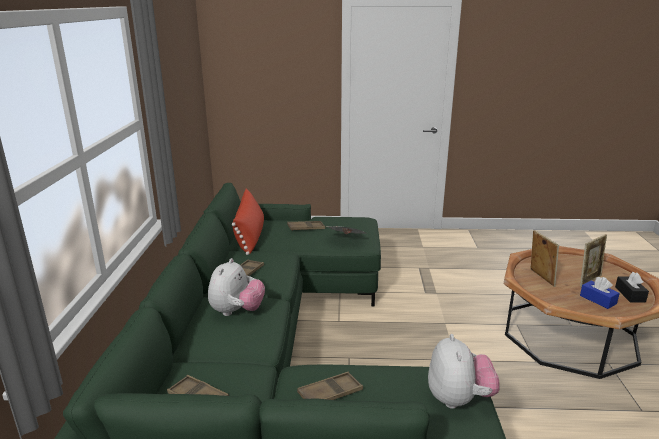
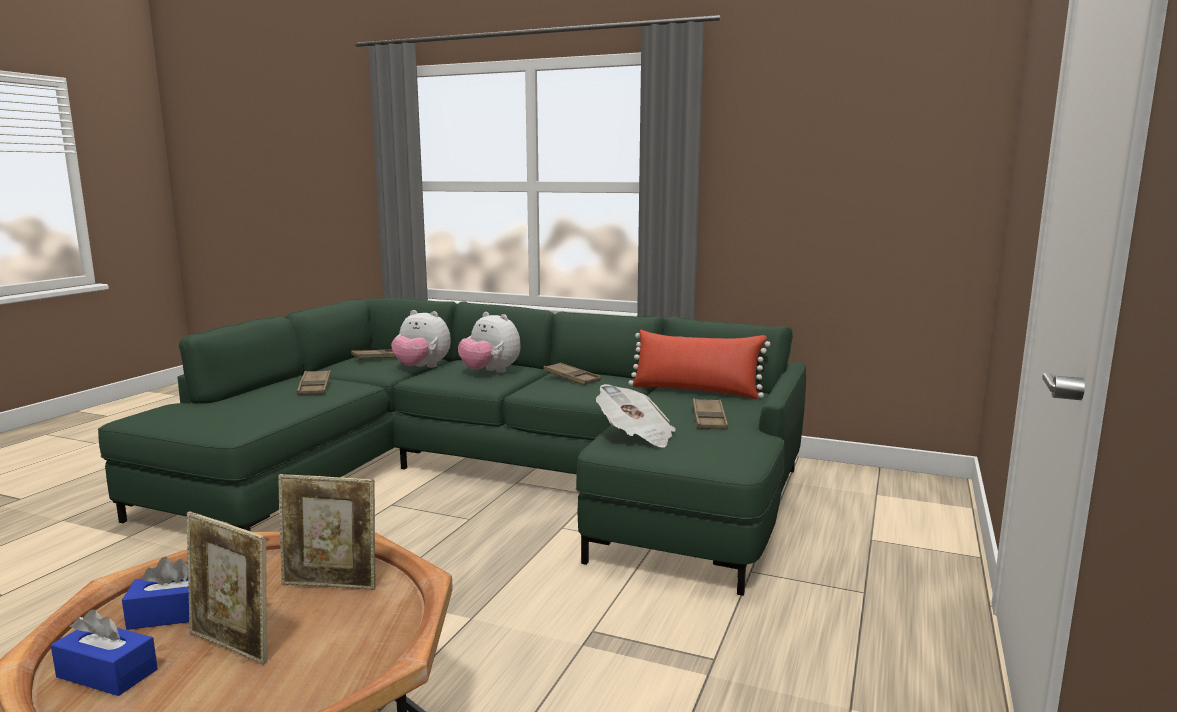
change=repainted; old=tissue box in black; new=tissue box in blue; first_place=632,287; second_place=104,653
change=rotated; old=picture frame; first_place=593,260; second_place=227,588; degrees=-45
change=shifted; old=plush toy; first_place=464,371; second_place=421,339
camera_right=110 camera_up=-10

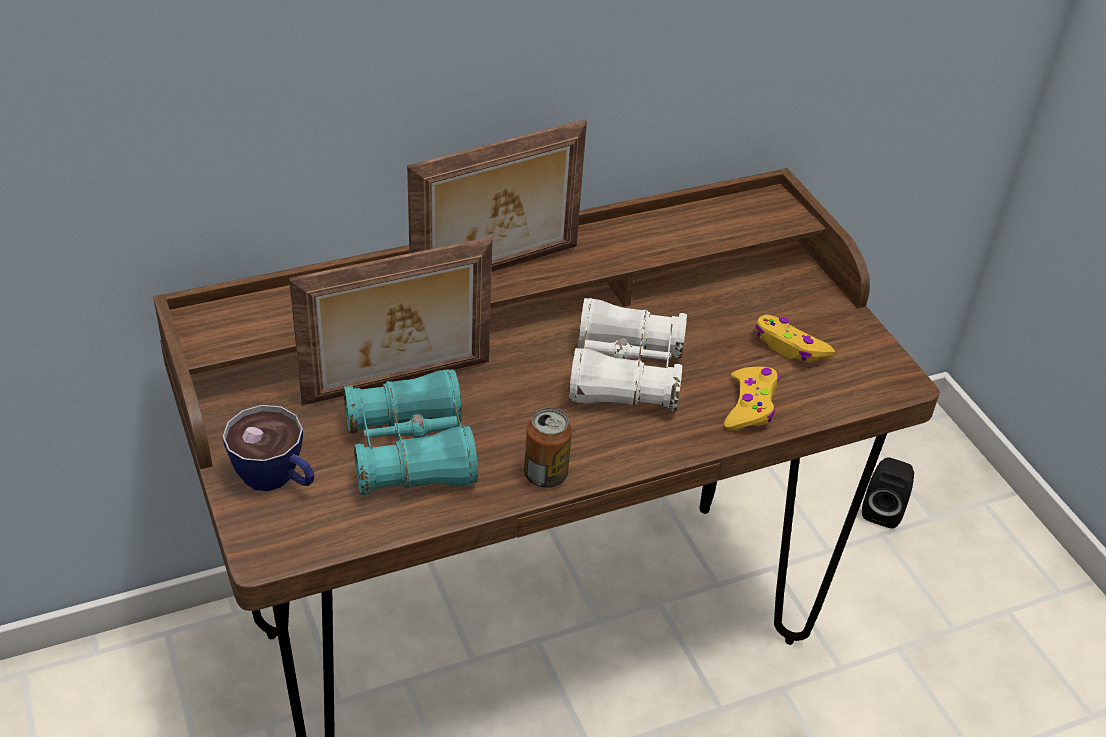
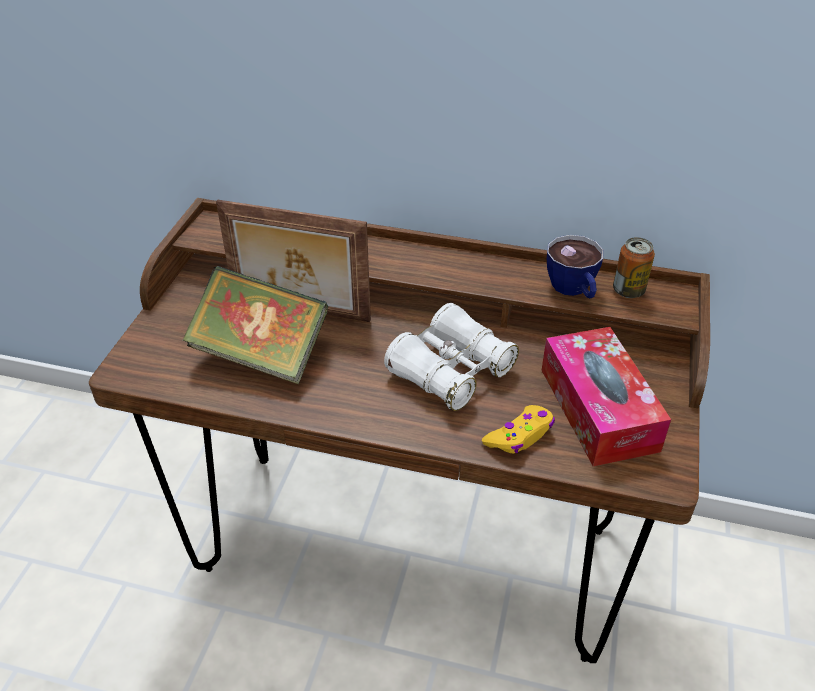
change=swapped; old=binoculars in turquoise; new=book; first_place=410,432; second_place=255,325
change=swapped; old=game controller in yellow; new=tissue box; first_place=795,338; second_place=606,396
change=shifted; old=cup; first_place=268,448; second_place=575,266
change=shifted; old=can; first_place=548,448; second_place=634,267
change=gone; old=picture frame; first_place=497,195
change=gone; old=speaker in black; first_place=888,493
camera_right=40 camera_up=0

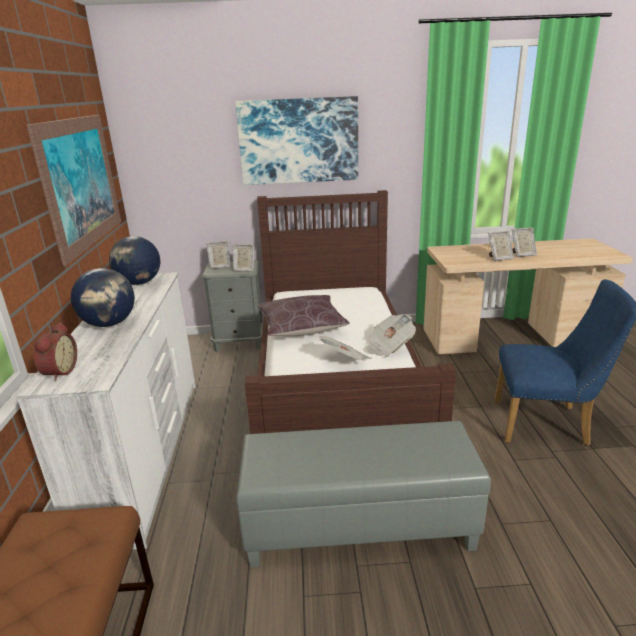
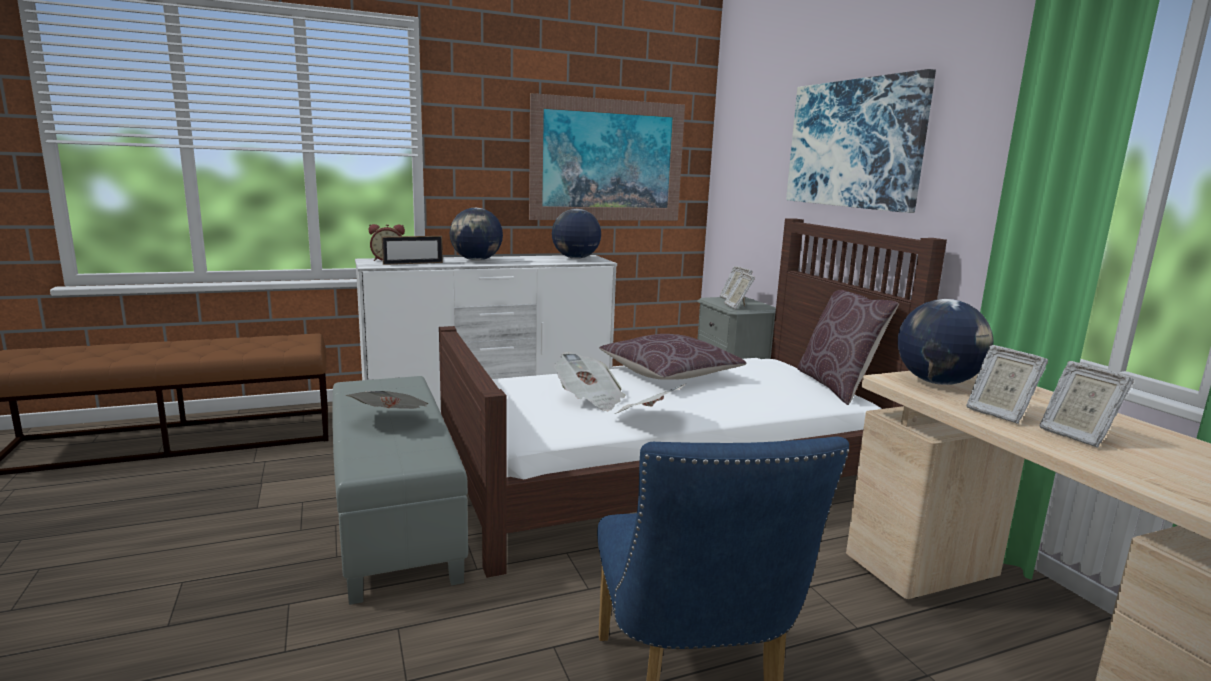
change=new; new=newspaper; second_place=386,400
change=new; new=picture frame; second_place=412,250
change=new; new=pillow in brown; second_place=848,347
change=new; new=globe; second_place=945,342
camera_right=70 camera_up=-10

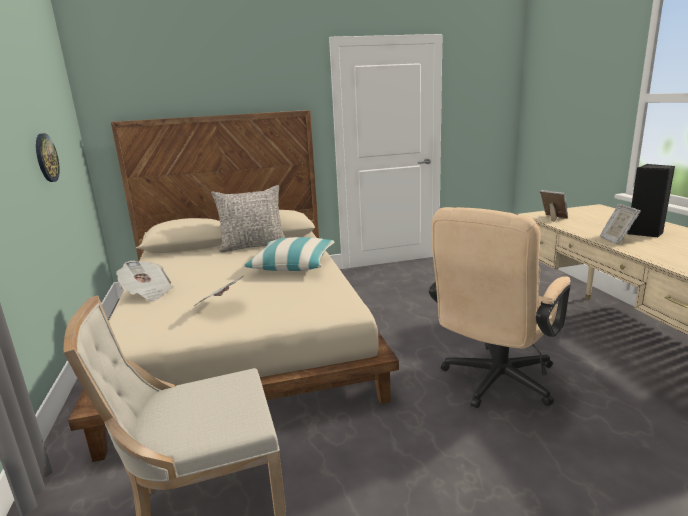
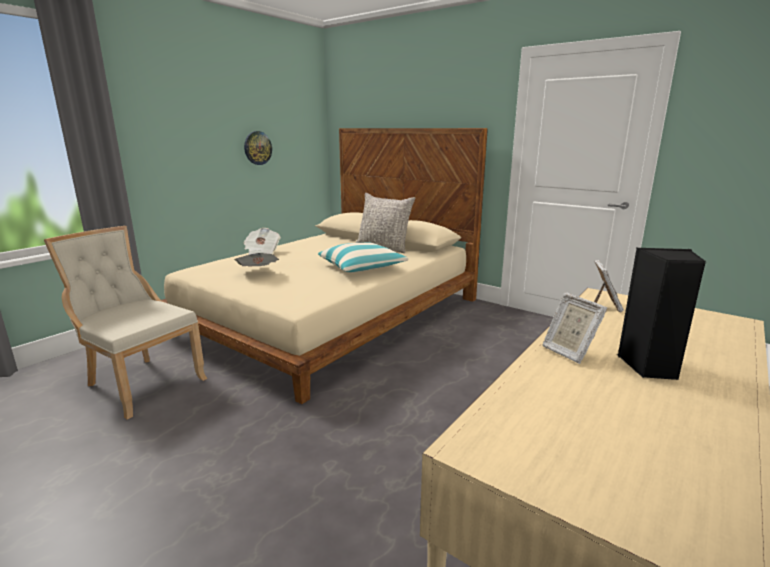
change=rotated; old=picture frame; first_place=620,224; second_place=574,328; degrees=-75
change=gone; old=office chair in beige; first_place=500,307
camera_right=50 camera_up=0

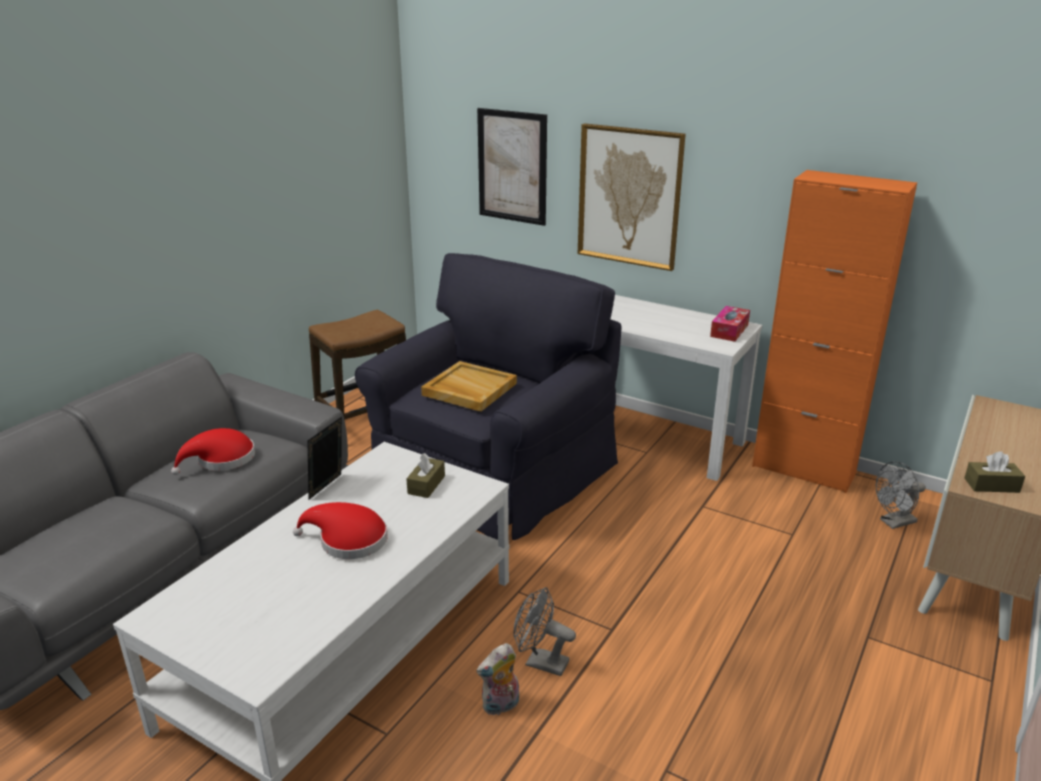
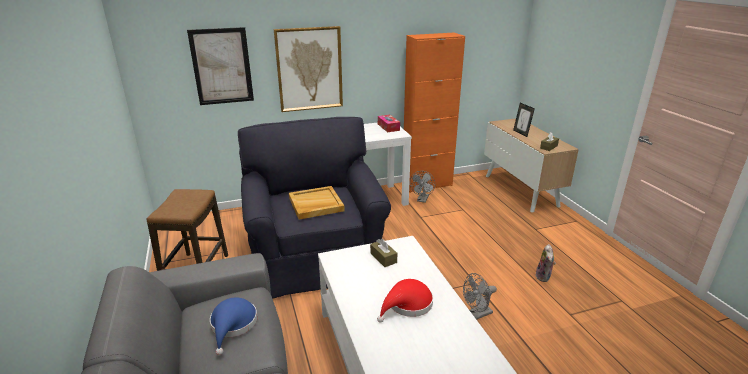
change=repainted; old=hat in red; new=hat in blue; first_place=213,451; second_place=233,326
change=shifted; old=fan in grey; first_place=901,495; second_place=422,187
change=shifted; old=picture frame; first_place=325,458; second_place=524,120
change=shifted; old=plush toy; first_place=497,679; second_place=546,263
camera_right=-50 camera_up=0

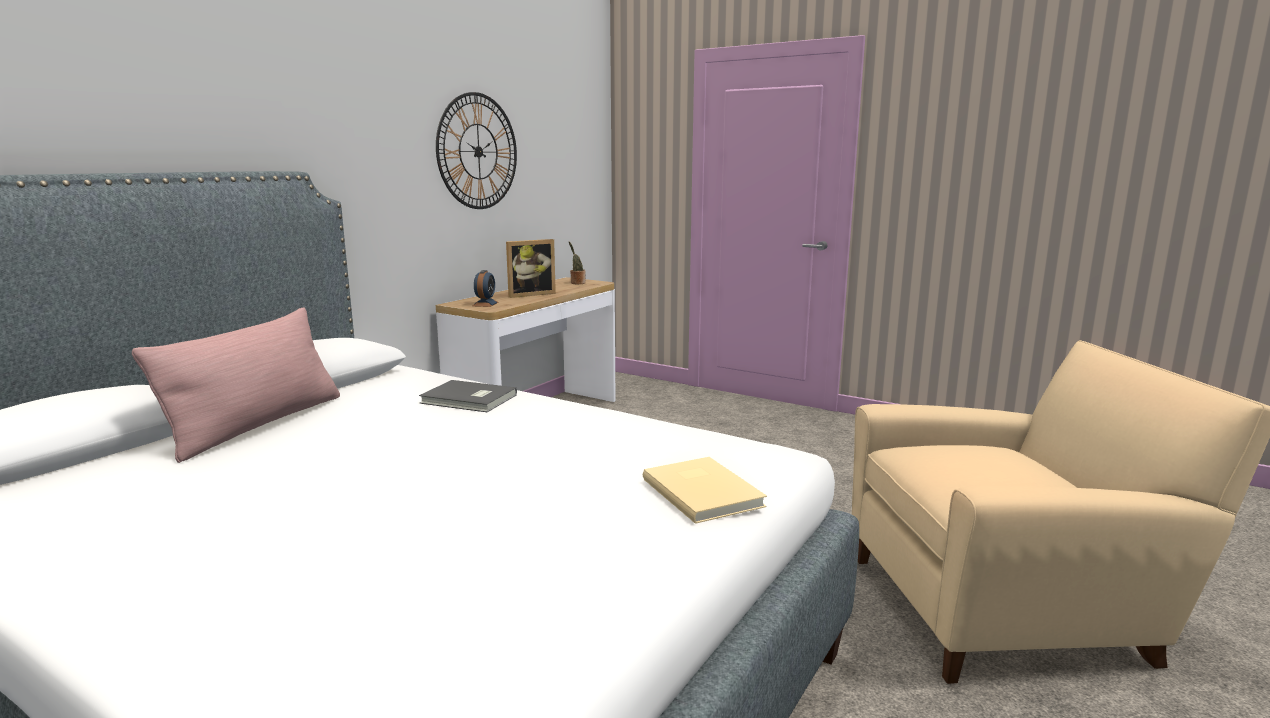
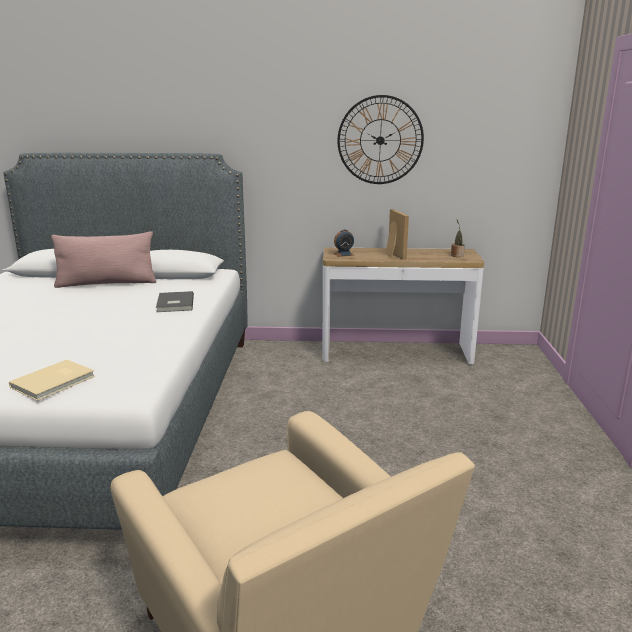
change=rotated; old=picture frame; first_place=531,268; second_place=397,234; degrees=-135
camera_right=60 camera_up=5

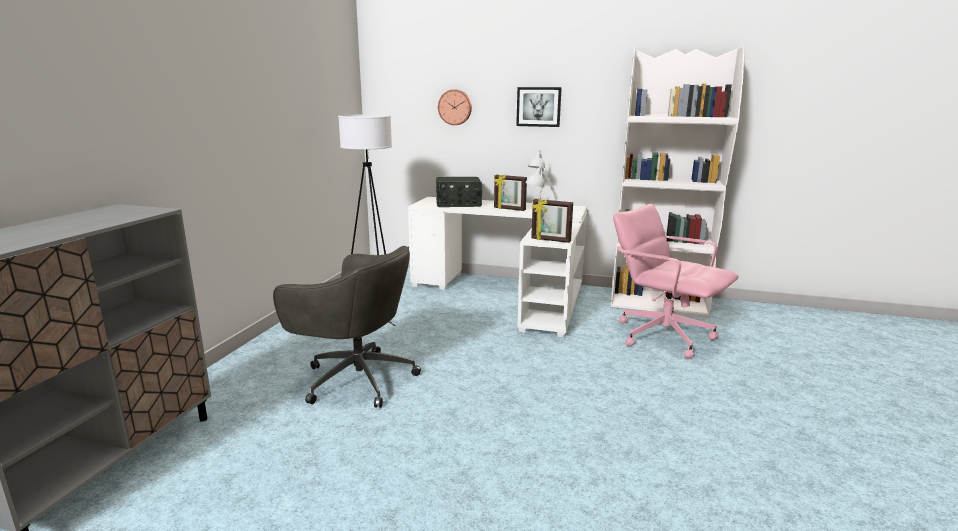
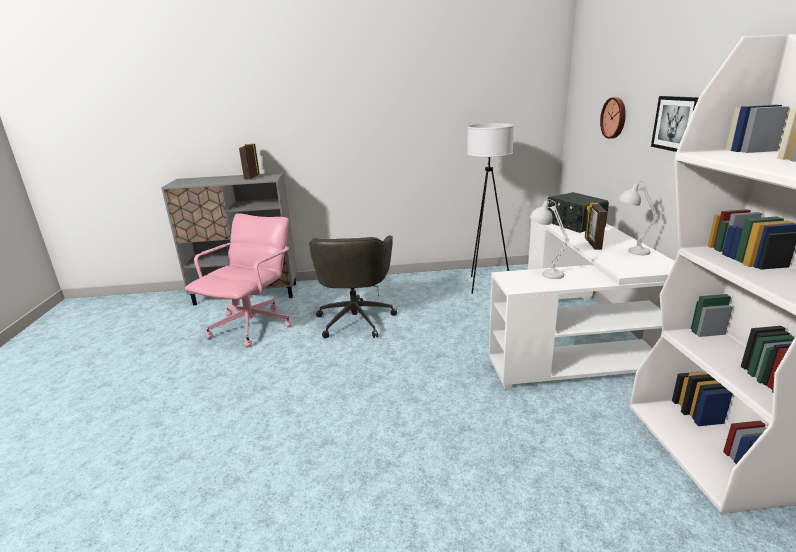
change=shifted; old=office chair in pink; first_place=676,281; second_place=238,280
change=shifted; old=picture frame; first_place=552,221; second_place=249,162
camera_right=70 camera_up=5

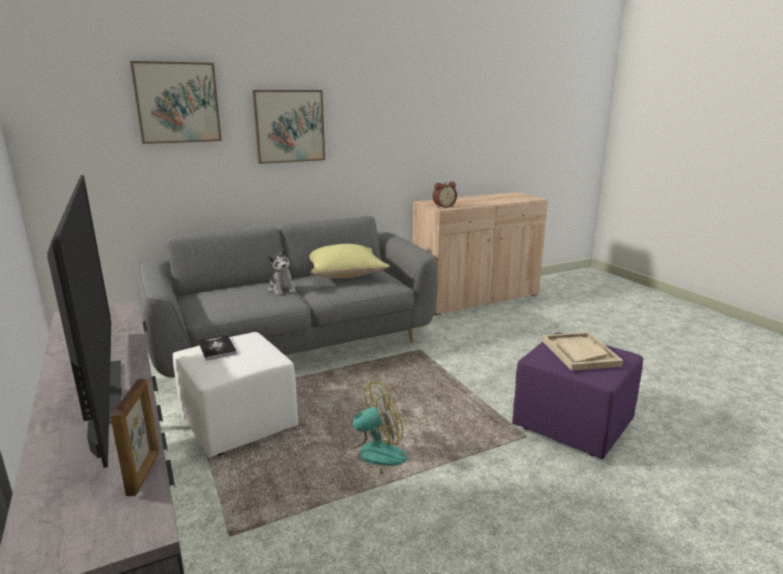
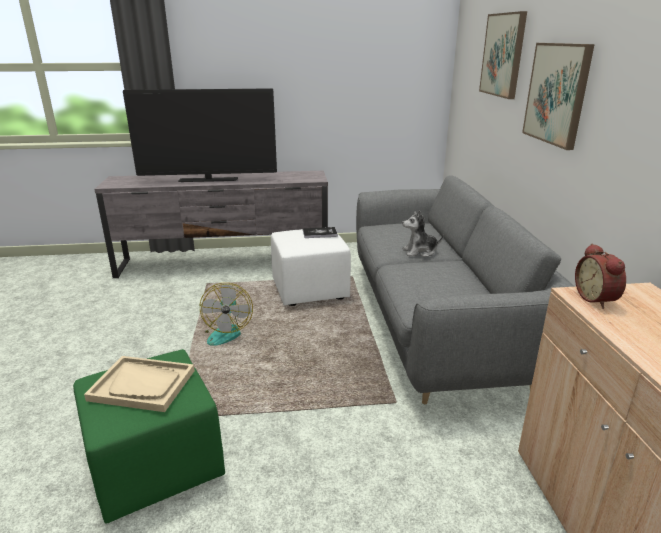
change=repainted; old=ottoman in purple; new=ottoman in green; first_place=577,395; second_place=149,436
change=gone; old=picture frame; first_place=135,437
change=gone; old=pillow in yellow; first_place=349,261
camera_right=110 camera_up=5

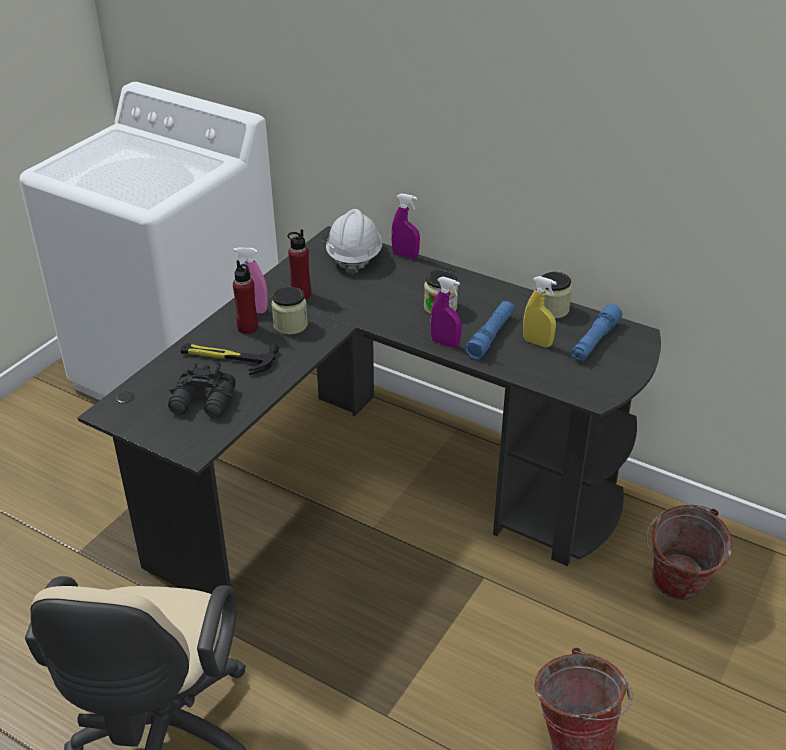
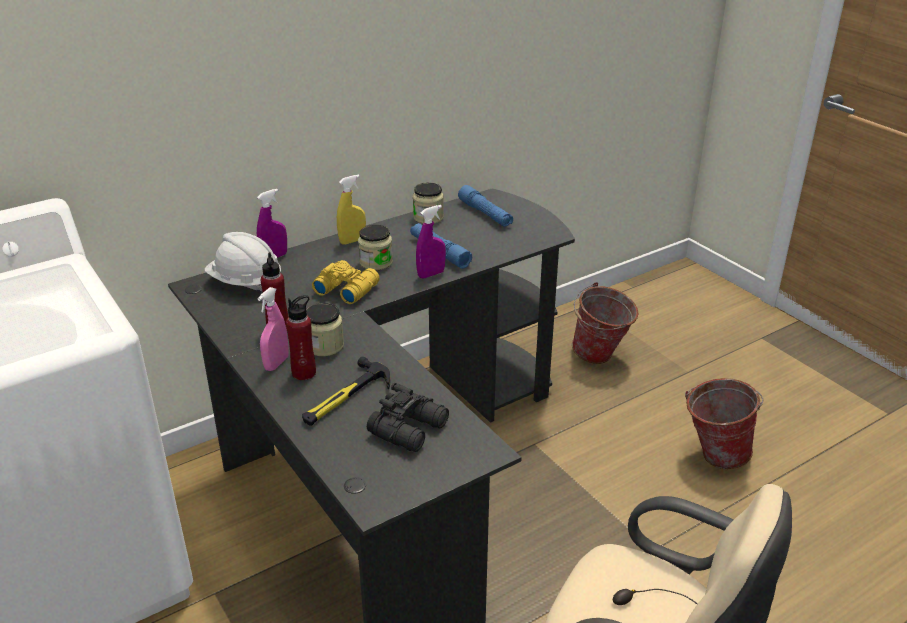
change=new; new=binoculars in yellow; second_place=346,282
change=shifted; old=spray bottle in yellow; first_place=540,311; second_place=351,209
camera_right=-65 camera_up=-5

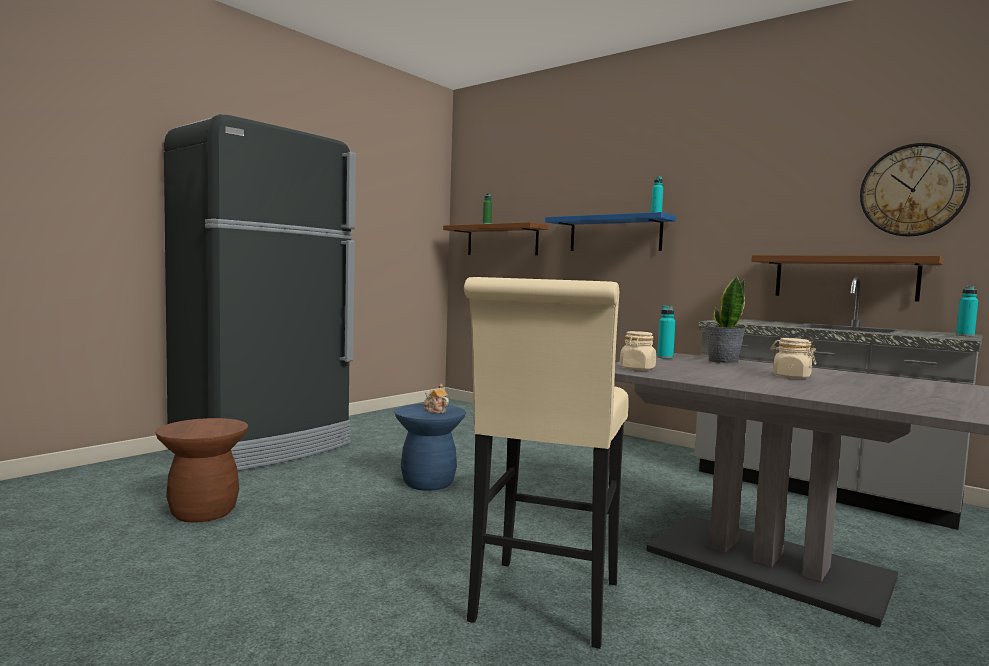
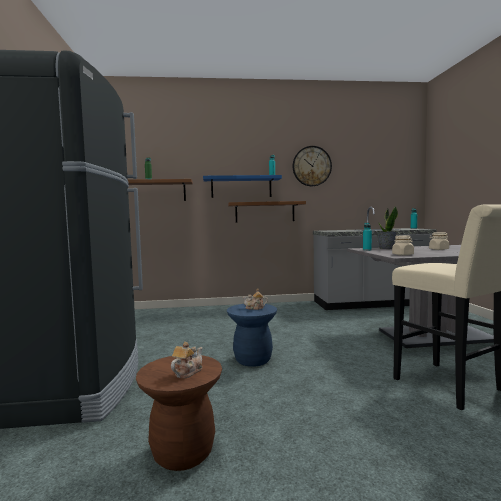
change=new; new=teapot; second_place=187,360
change=shifted; old=shelf in brown; first_place=847,278; second_place=267,212
change=shifted; old=wall clock; first_place=915,189; second_place=312,166
camera_right=-45 camera_up=0

